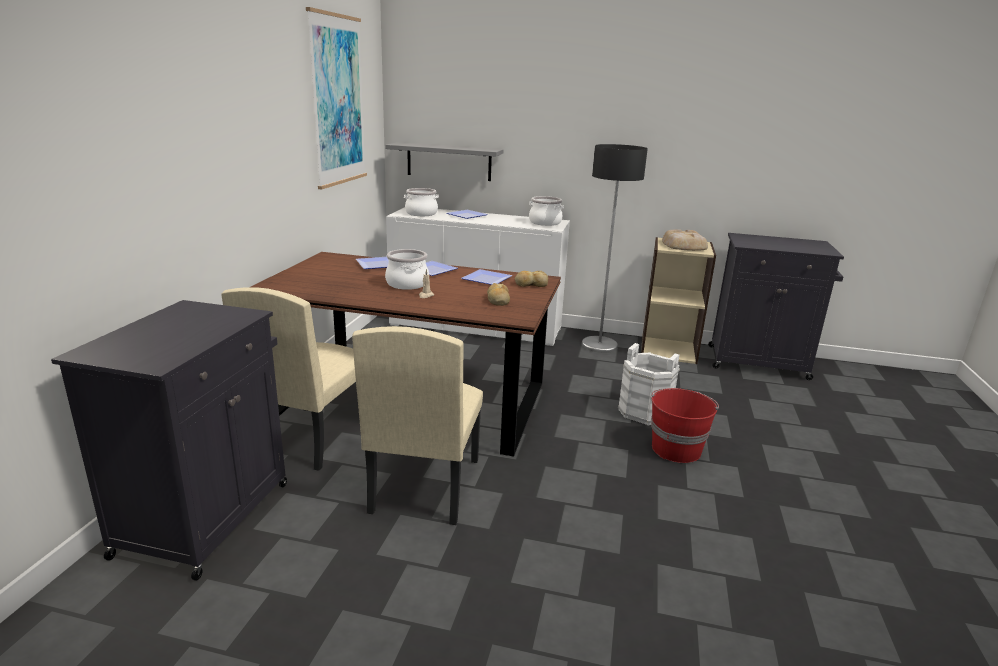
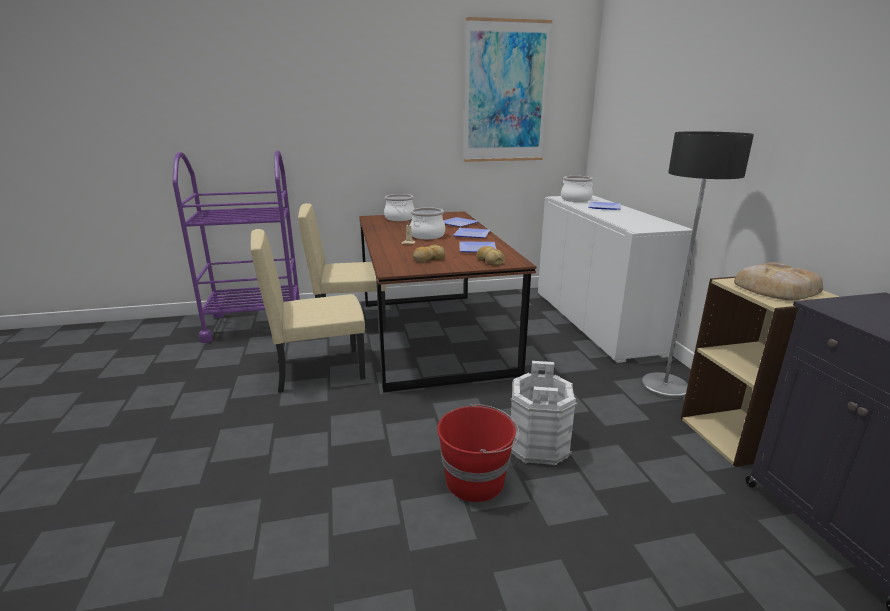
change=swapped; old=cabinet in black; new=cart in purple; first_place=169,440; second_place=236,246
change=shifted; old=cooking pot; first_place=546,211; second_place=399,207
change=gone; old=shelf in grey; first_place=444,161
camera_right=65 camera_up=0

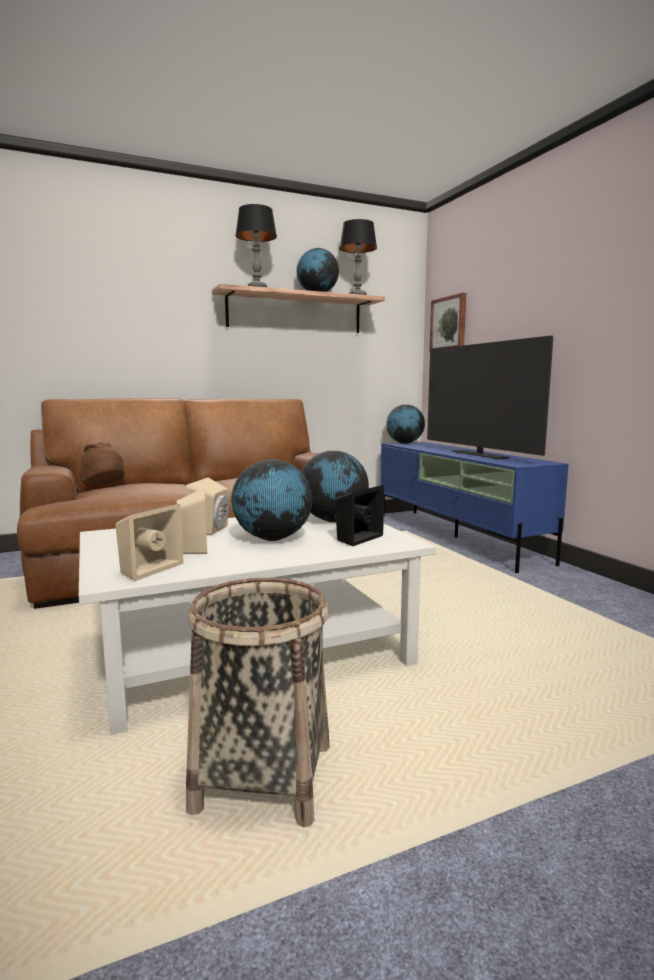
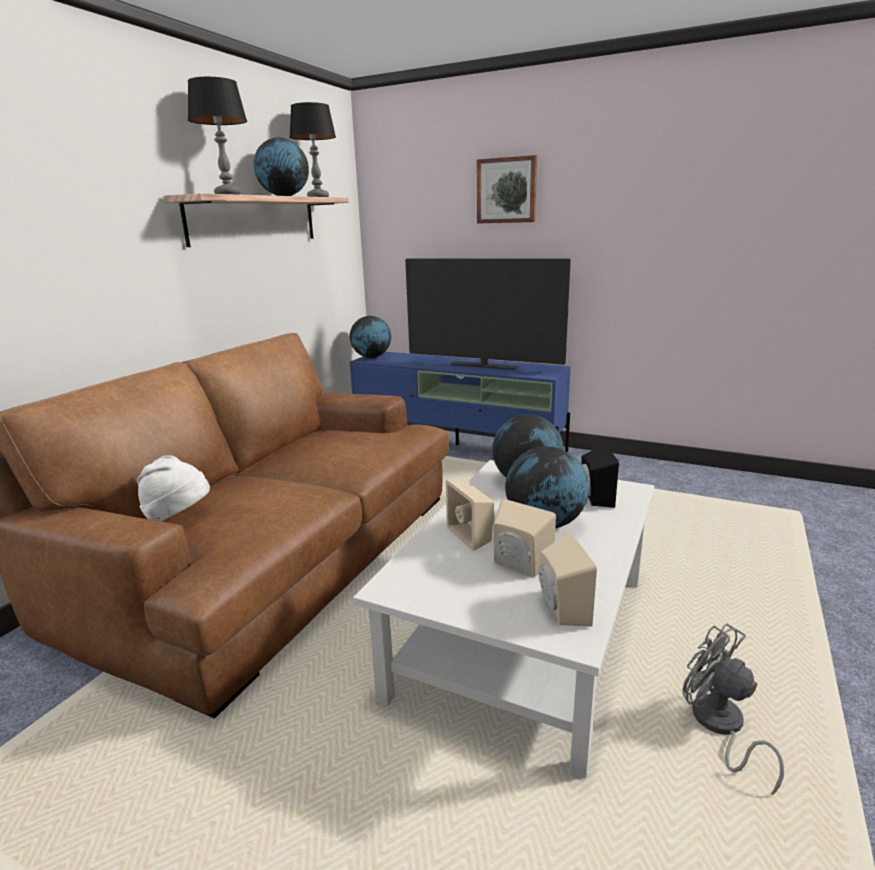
change=repainted; old=hat in brown; new=hat in white; first_place=102,464; second_place=173,488
change=shifted; old=picture; first_place=447,322; second_place=507,189
change=swapped; old=basket; new=fan in grey; first_place=258,702; second_place=733,709
camera_right=-40 camera_up=10

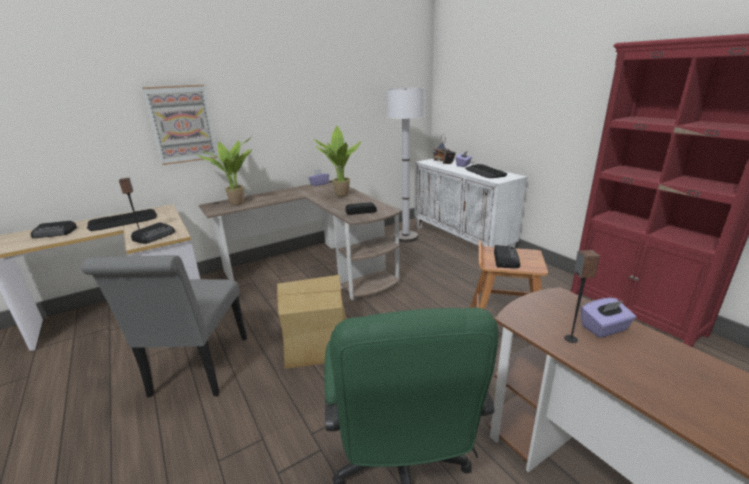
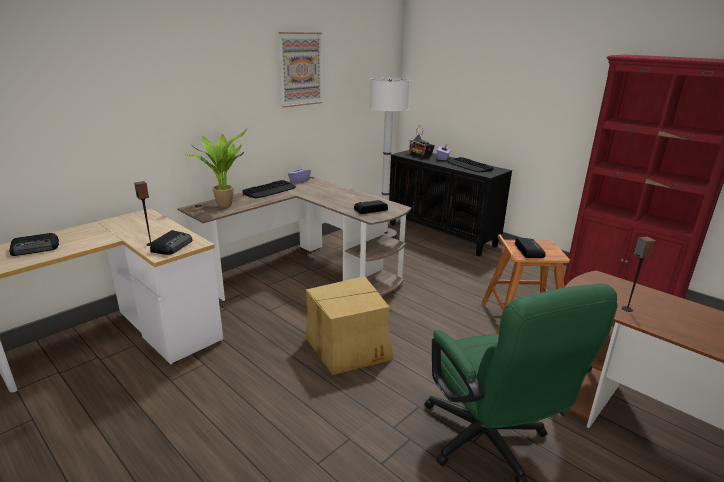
change=shifted; old=keyboard; first_place=122,220; second_place=269,189
change=shifted; old=picture; first_place=180,125; second_place=301,70
change=repainted; old=cabinet in white; new=cabinet in black; first_place=470,203; second_place=450,203
change=gone; old=chair in grey; first_place=164,326
change=gone; old=potted plant; first_place=337,161
change=gone; old=tissue box in purple; first_place=608,318
camera_right=-15 camera_up=0

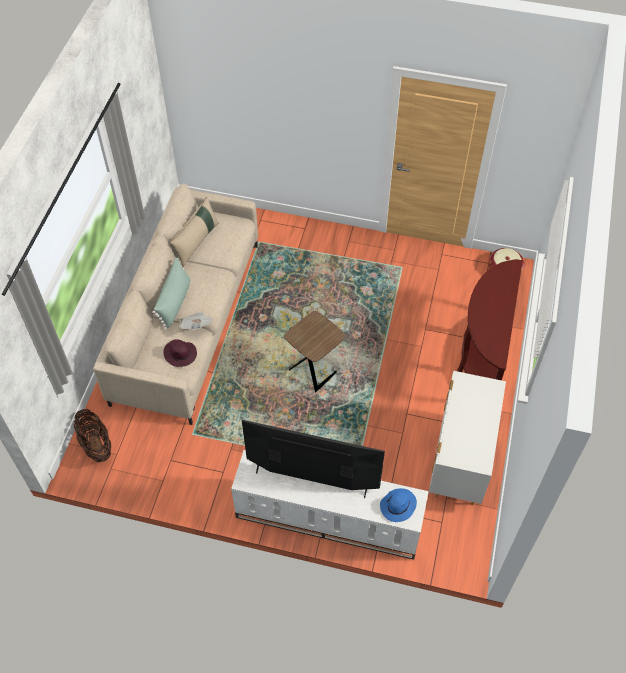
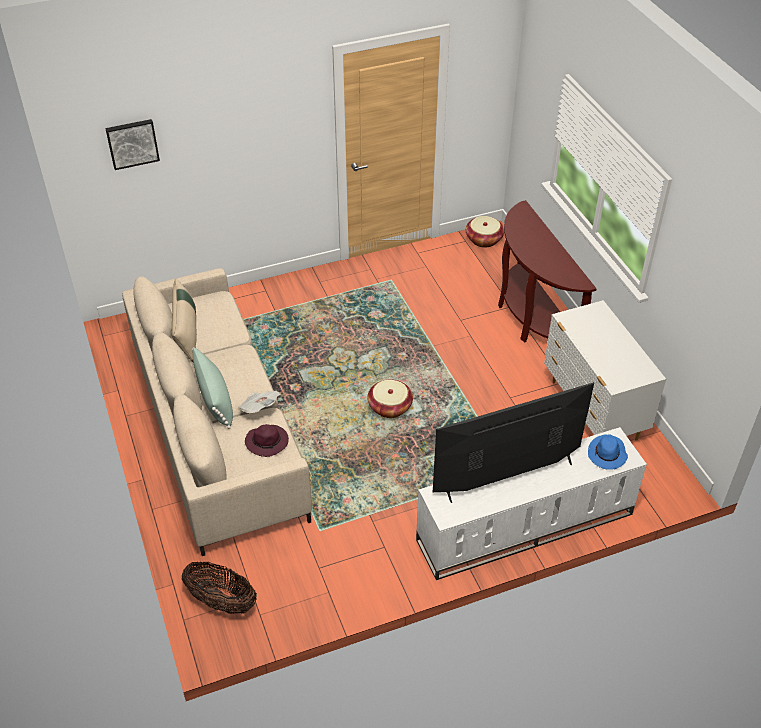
change=new; new=picture; second_place=132,144
change=swapped; old=side table in brown; new=basket; first_place=315,351; second_place=390,398
camera_right=-35 camera_up=-10

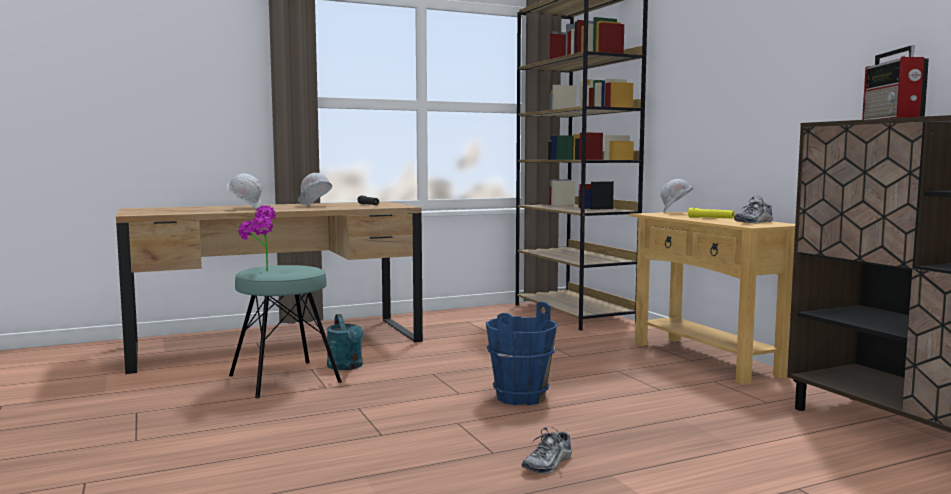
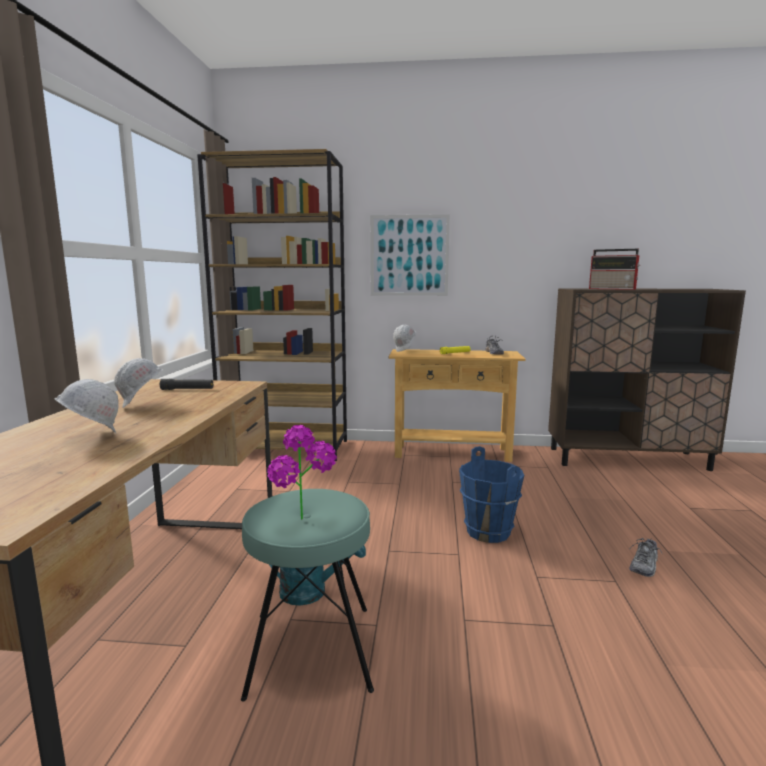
change=new; new=picture; second_place=410,255
change=rotated; old=shoe; first_place=547,450; second_place=645,557; degrees=60
camera_right=-60 camera_up=5

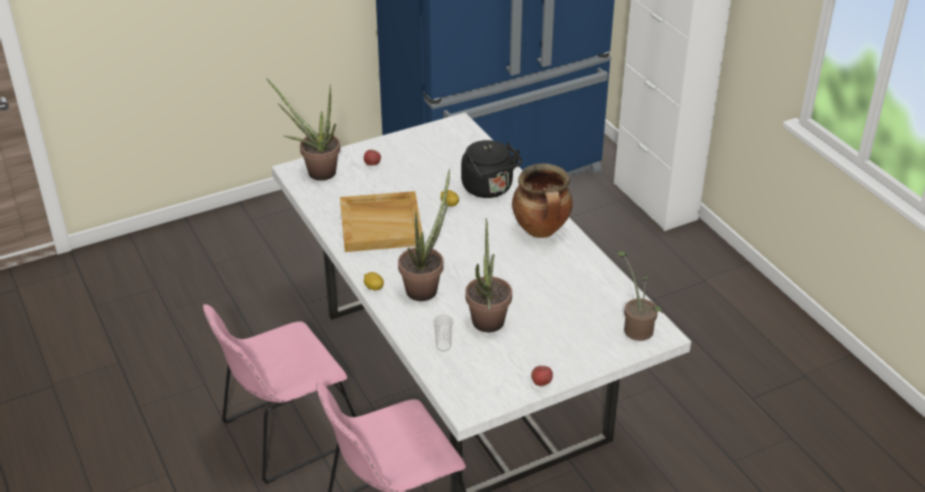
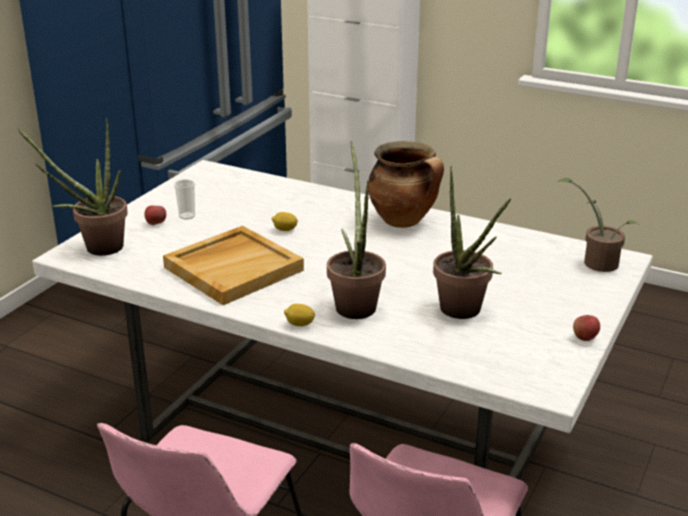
change=shifted; old=cup; first_place=443,332; second_place=184,199
change=gone; old=kettle in black; first_place=491,169
camera_right=-35 camera_up=-10

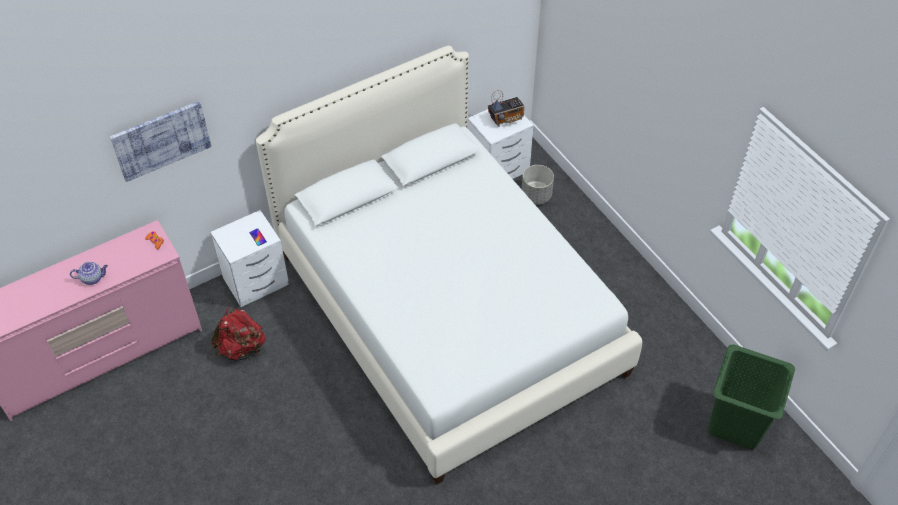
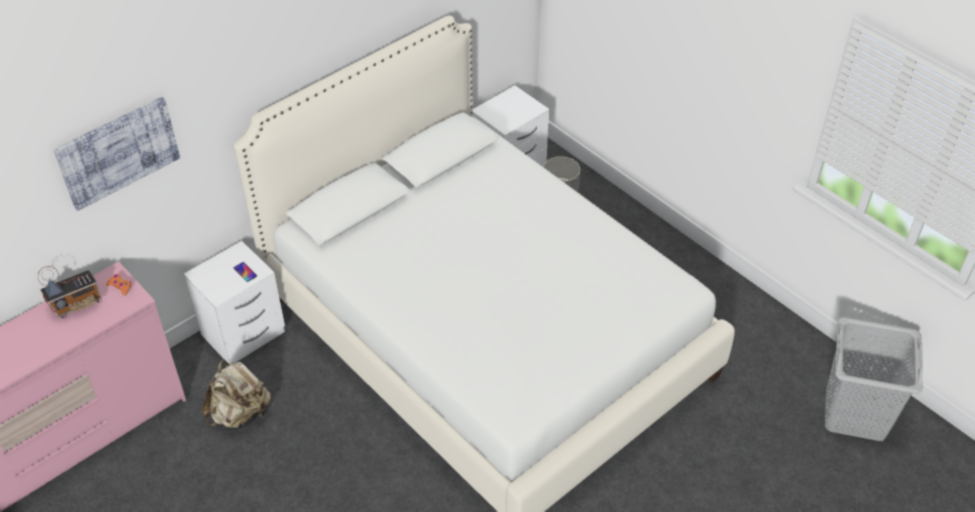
change=shifted; old=radio; first_place=506,108; second_place=69,292
change=repainted; old=backpack in red; new=backpack in beige; first_place=238,333; second_place=236,394
change=repainted; old=laundry basket in green; new=laundry basket in grey; first_place=751,397; second_place=874,379
change=gone; old=teapot; first_place=89,273
camera_right=-10 camera_up=-5

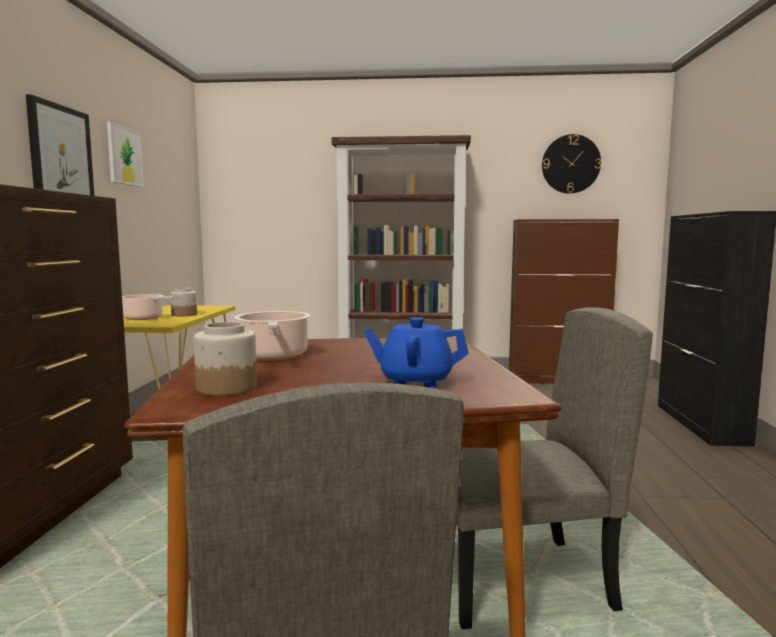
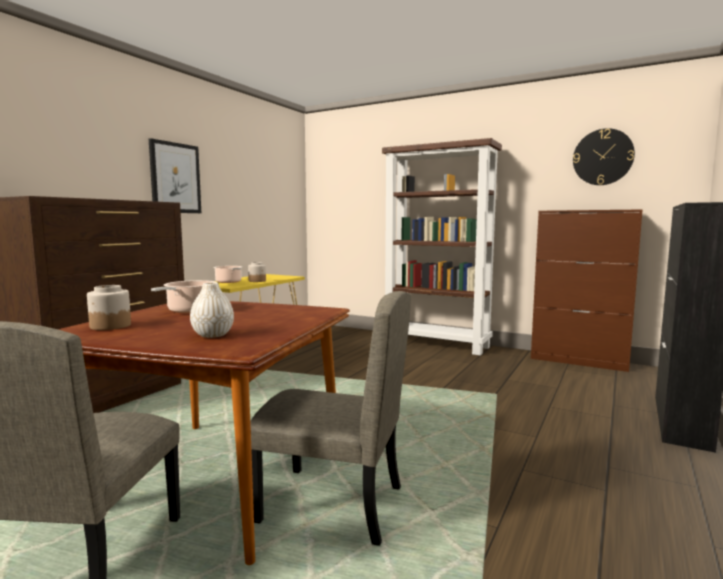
change=swapped; old=teapot in blue; new=vase in white; first_place=416,353; second_place=212,310
change=gone; old=picture; first_place=125,154
camera_right=25 camera_up=0

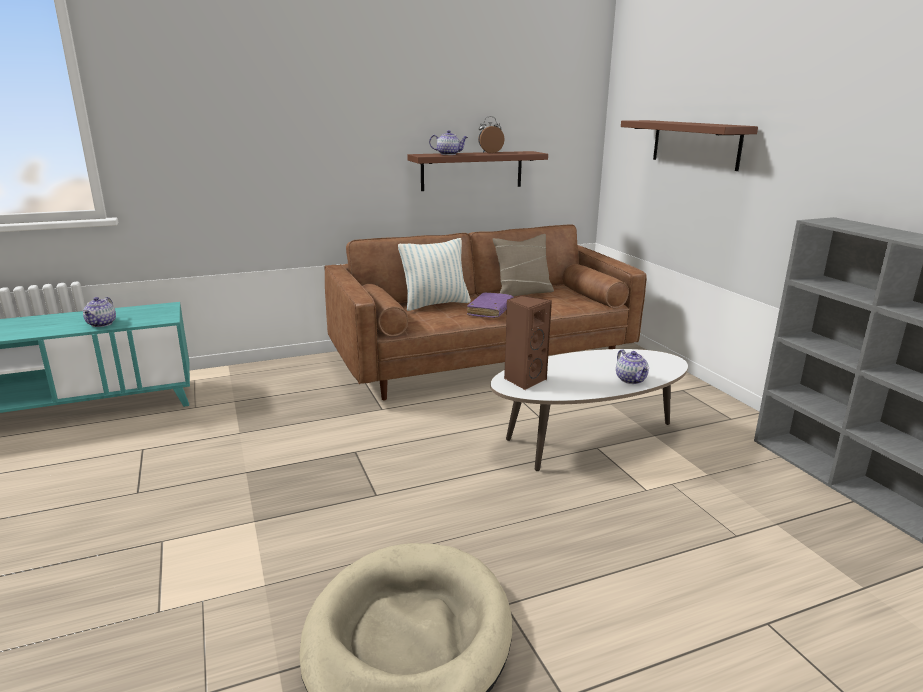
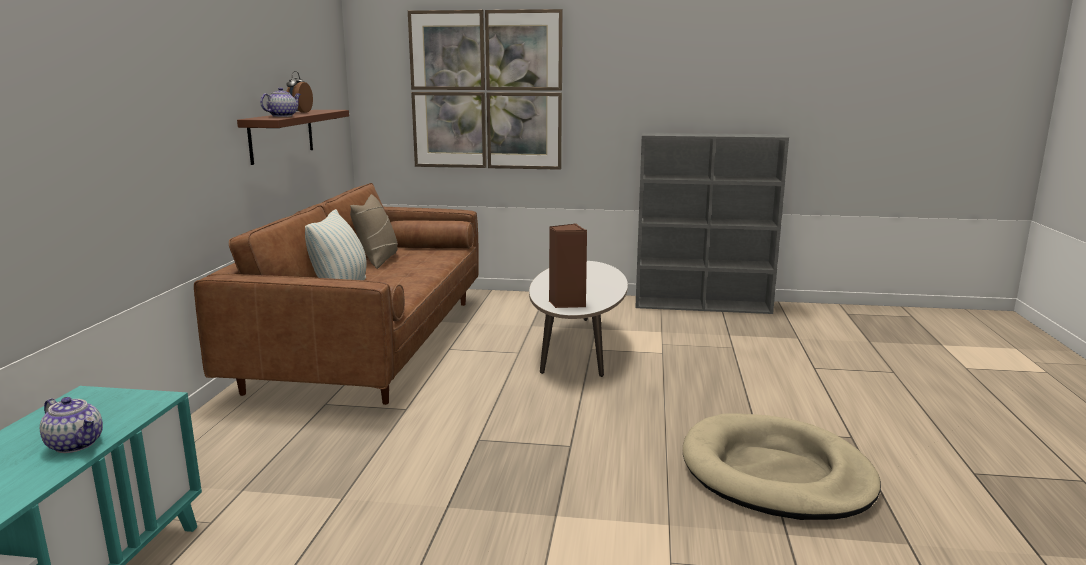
change=swapped; old=shelf in brown; new=picture; first_place=689,145; second_place=485,89
change=gone; old=book in purple; first_place=490,305
change=gone; old=teapot; first_place=632,366
camera_right=-60 camera_up=-5

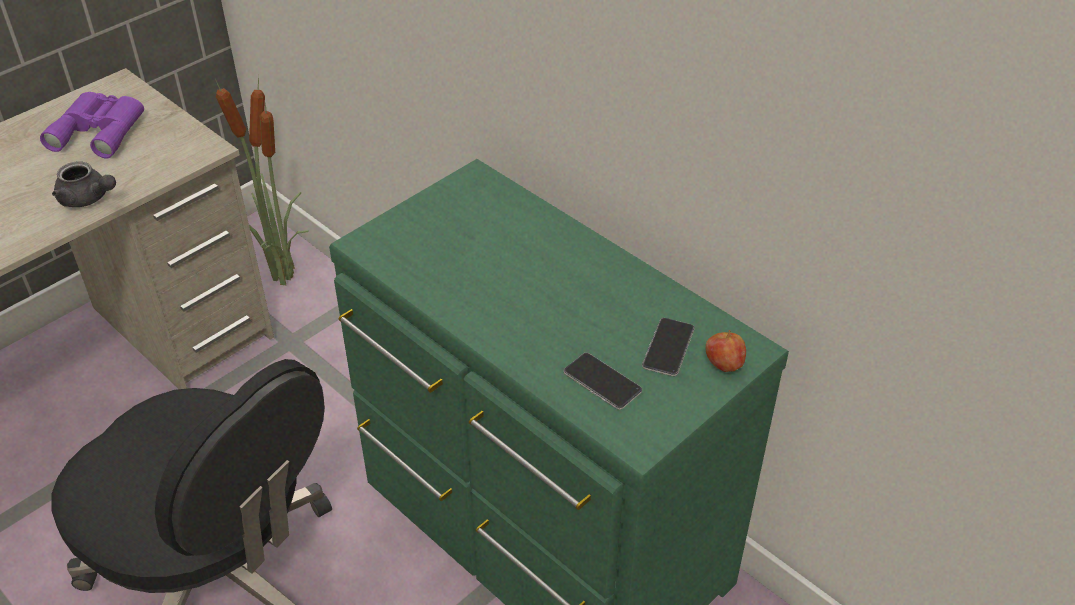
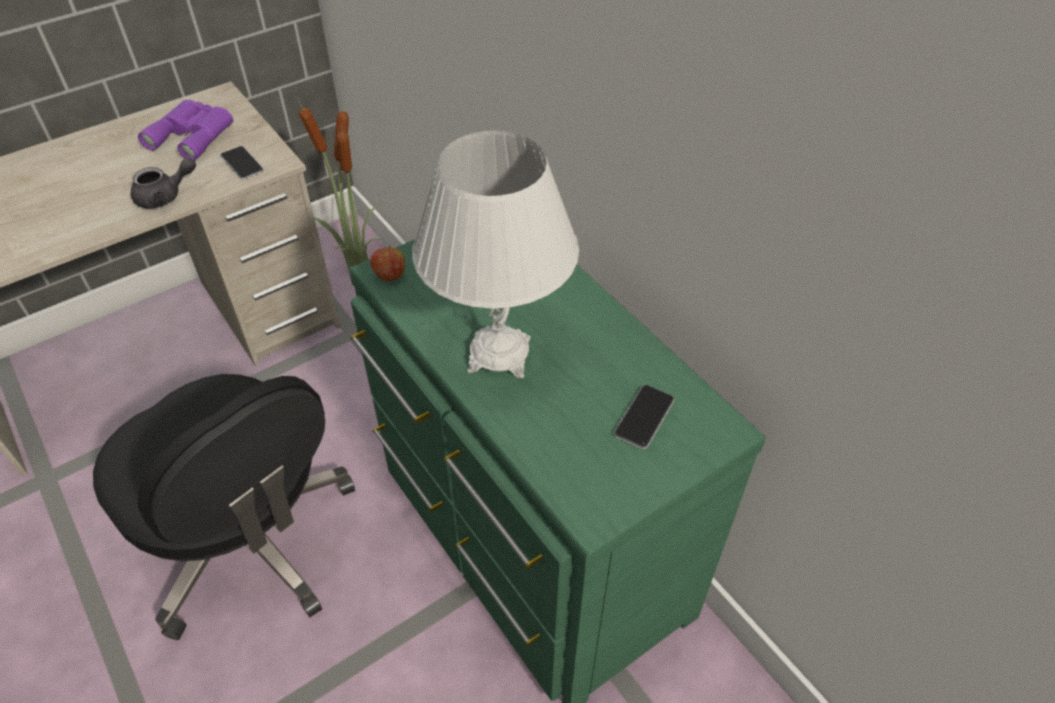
change=rotated; old=teapot in grey; first_place=84,184; second_place=163,183; degrees=-60
change=shifted; old=phone; first_place=603,381; second_place=242,163
change=shifted; old=apple; first_place=726,351; second_place=387,263
change=new; new=table lamp in white; second_place=495,254
camera_right=10 camera_up=5

